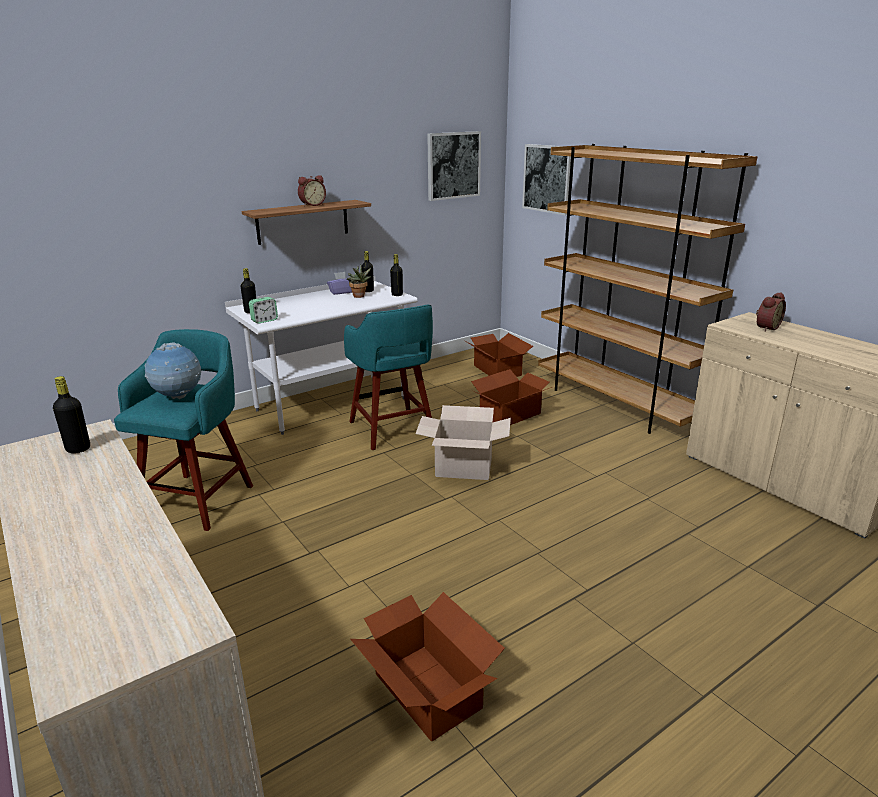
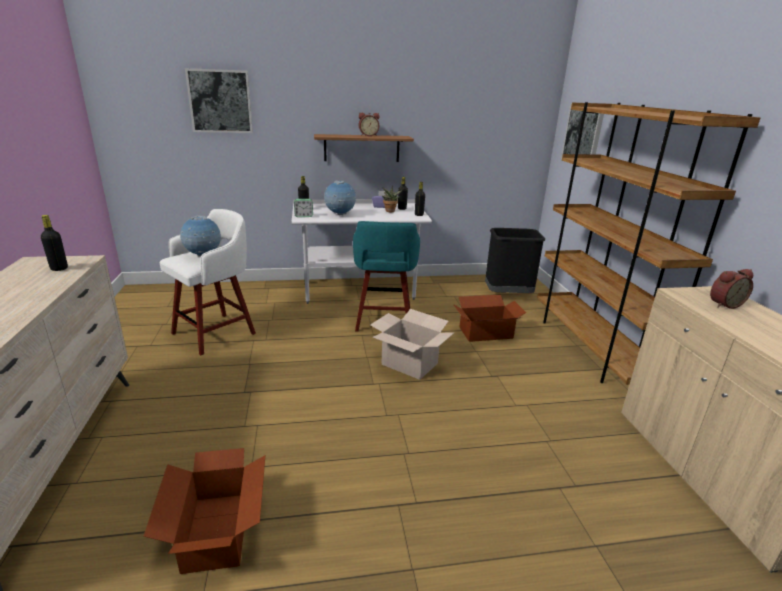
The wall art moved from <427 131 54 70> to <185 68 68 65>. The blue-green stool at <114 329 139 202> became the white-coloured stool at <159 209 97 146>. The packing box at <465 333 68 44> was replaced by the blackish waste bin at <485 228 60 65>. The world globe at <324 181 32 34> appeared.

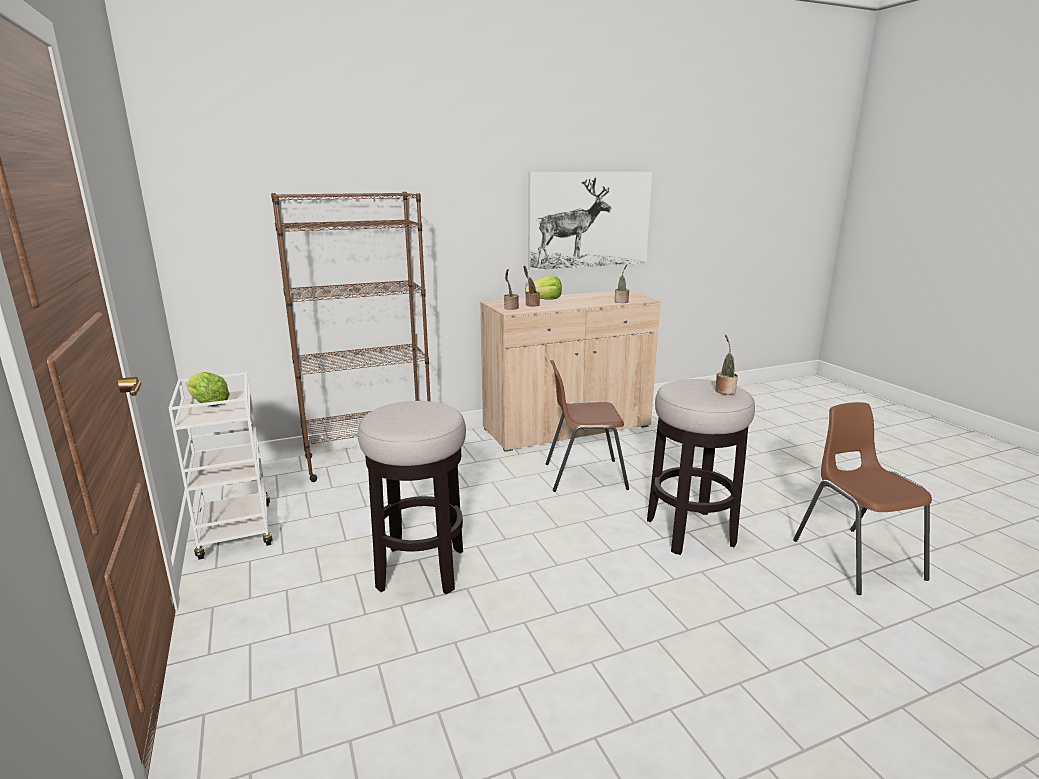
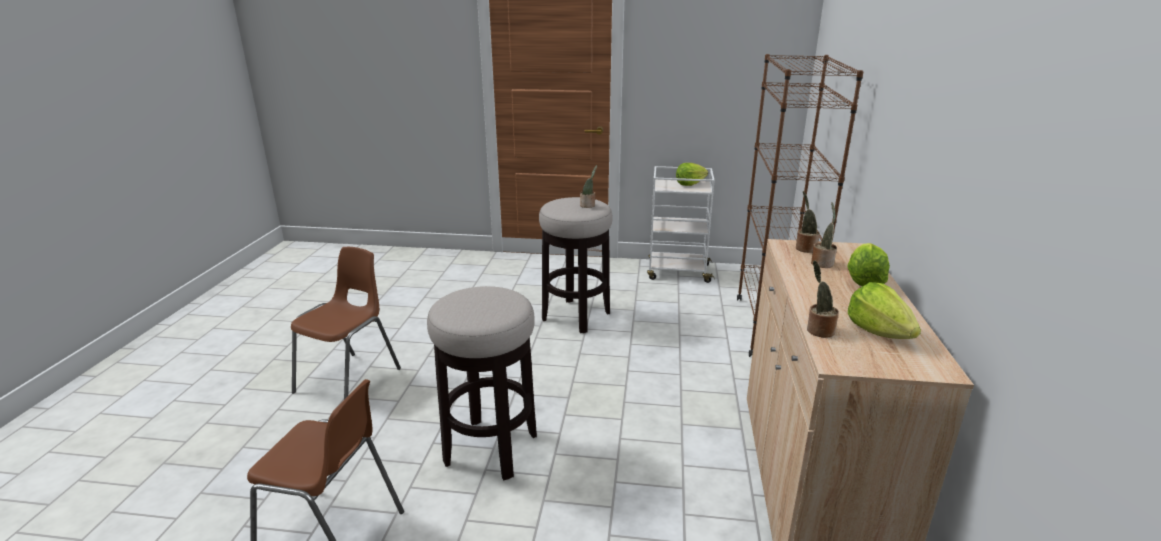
The wall art at <528 172 124 99> disappeared. The potted plant moved from <715 335 23 60> to <580 165 17 43>. The brown upright chair moved from <546 360 83 132> to <291 247 110 152>. The lettuce head at <848 282 73 57> appeared.

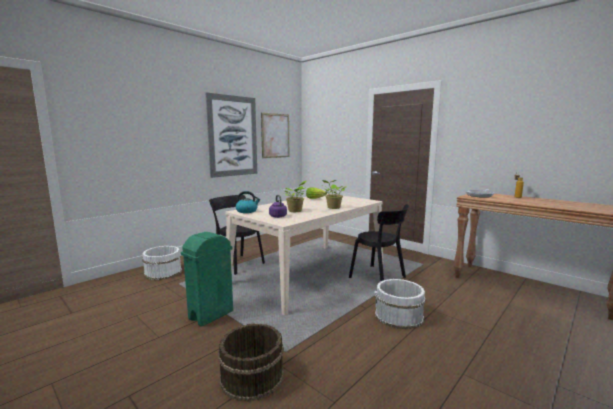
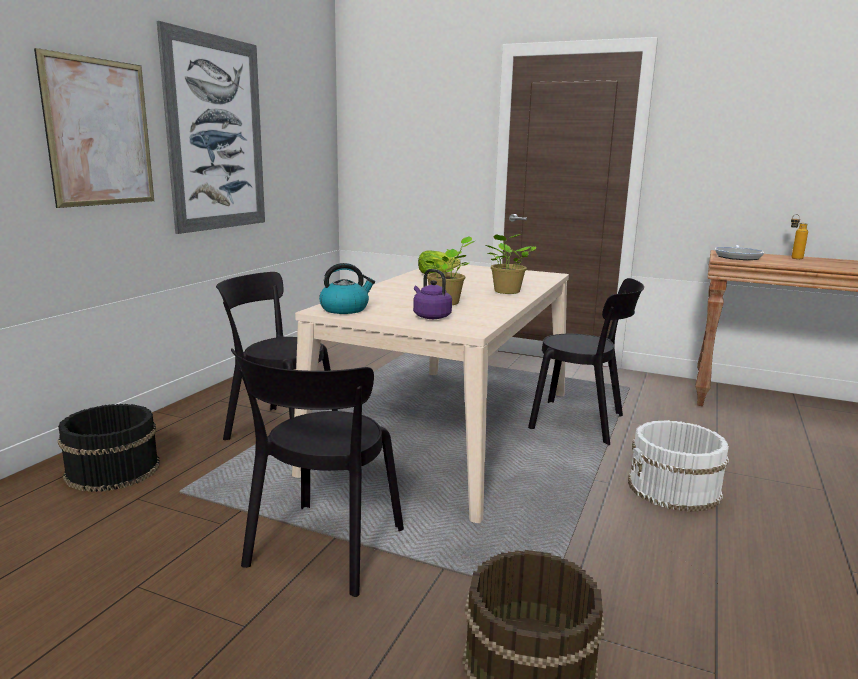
The wall art moved from <261 113 28 45> to <34 48 120 160>. The green-coloured waste bin at <181 232 52 95> was replaced by the blackish upright chair at <231 348 173 249>. The white-coloured water bucket at <142 246 40 34> became the blackish water bucket at <58 404 101 88>.

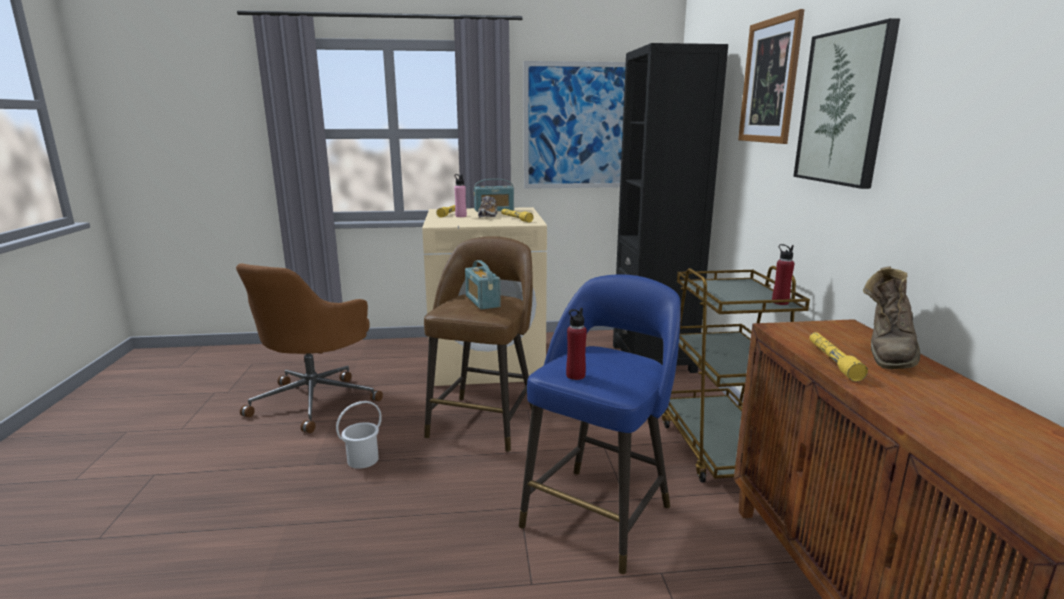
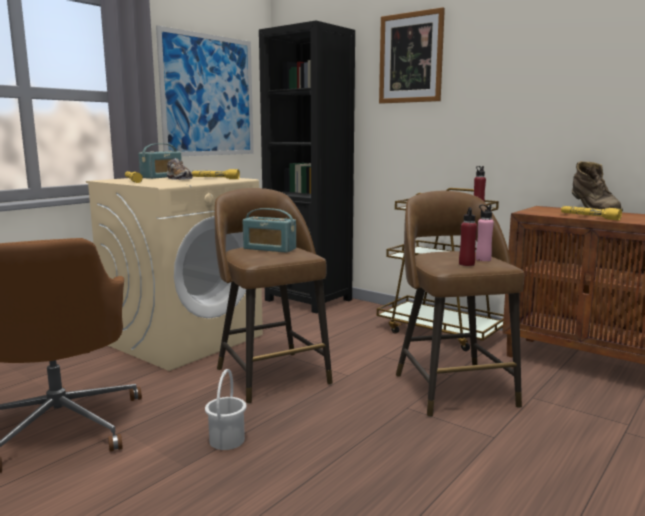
The wall art at <793 18 107 171> disappeared. The pink-coloured bottle moved from <454 174 13 43> to <476 205 18 56>. The bluish stool at <519 274 162 300> became the brown stool at <396 191 128 226>.

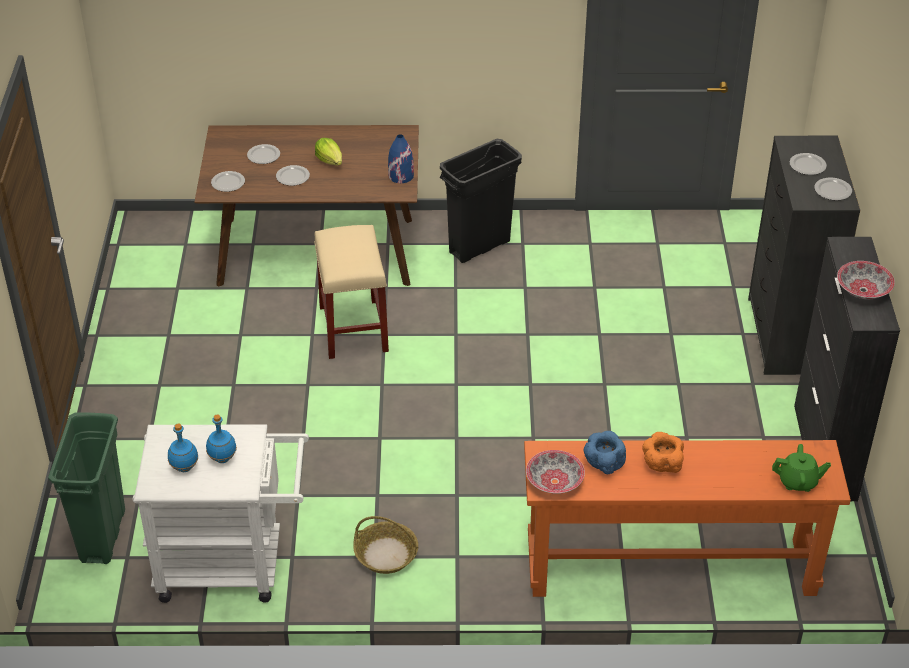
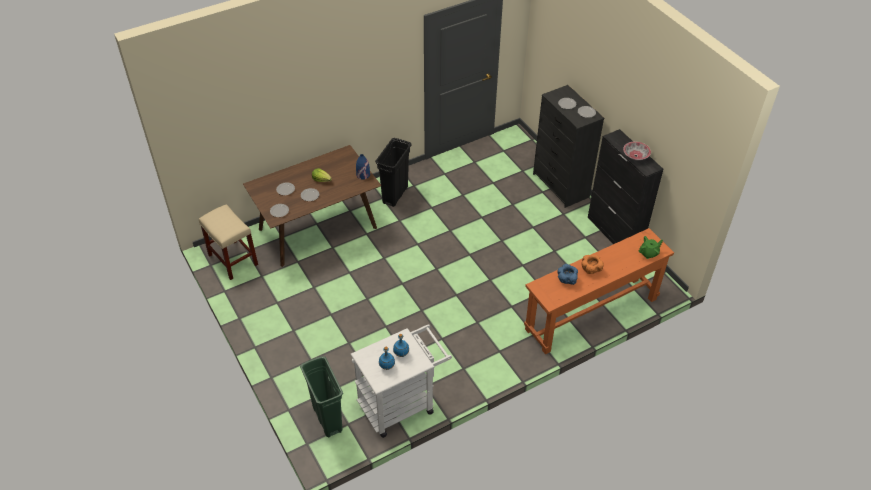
The sand-coloured stool moved from <314 225 75 134> to <199 204 59 76>. The serving bowl at <526 450 59 44> disappeared. The household basket at <354 516 64 58> disappeared.

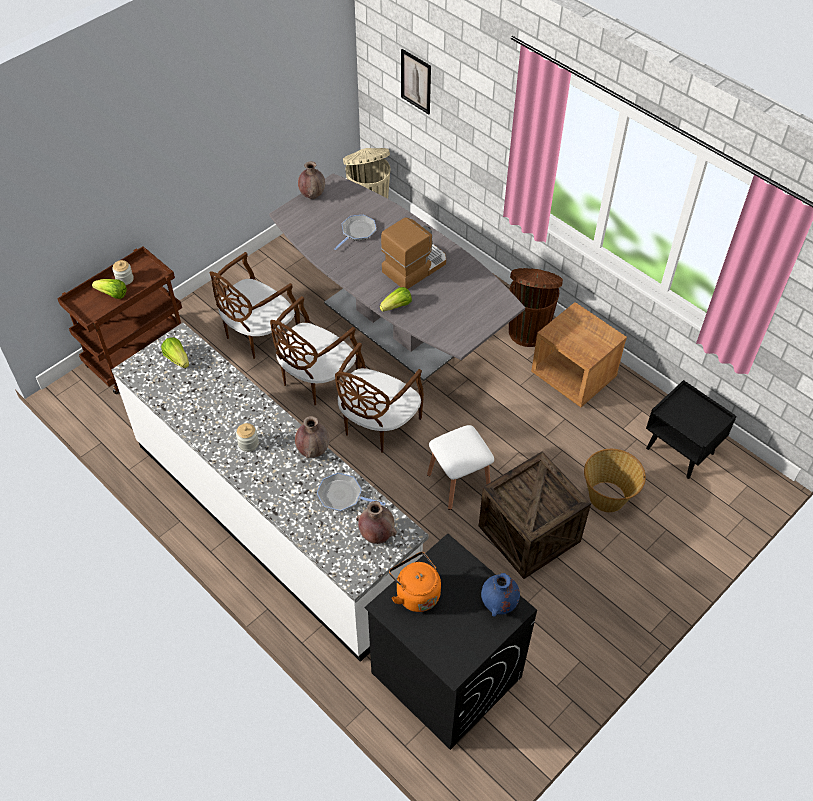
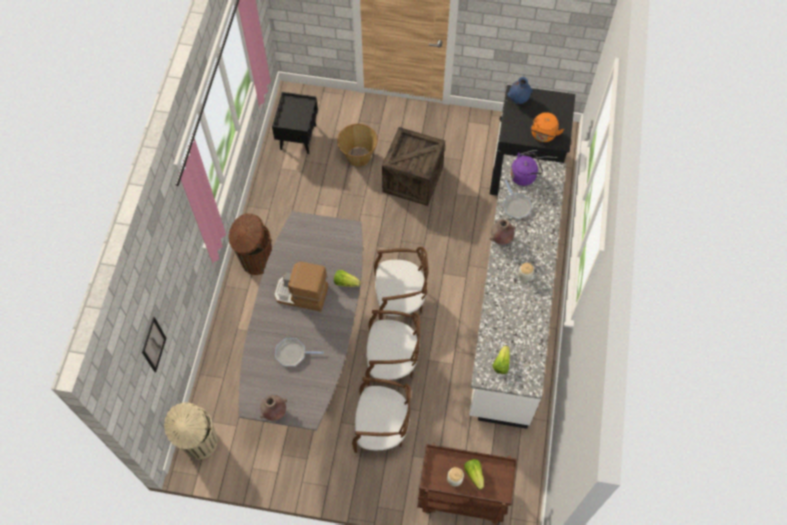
The brown nightstand at <531 302 96 105> disappeared. The white-coloured stool at <427 425 67 85> disappeared. The brown flower vase at <356 501 41 43> was replaced by the purple-coloured tea kettle at <510 152 33 34>.

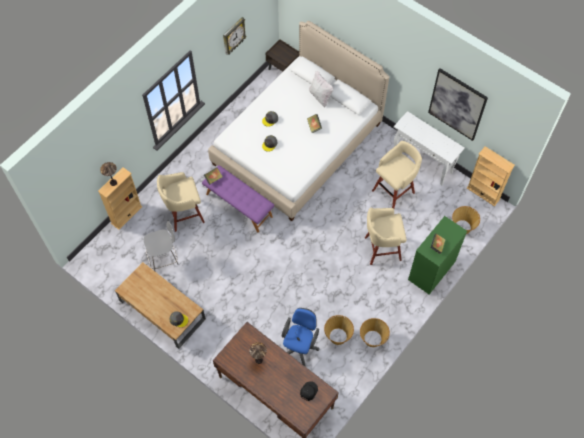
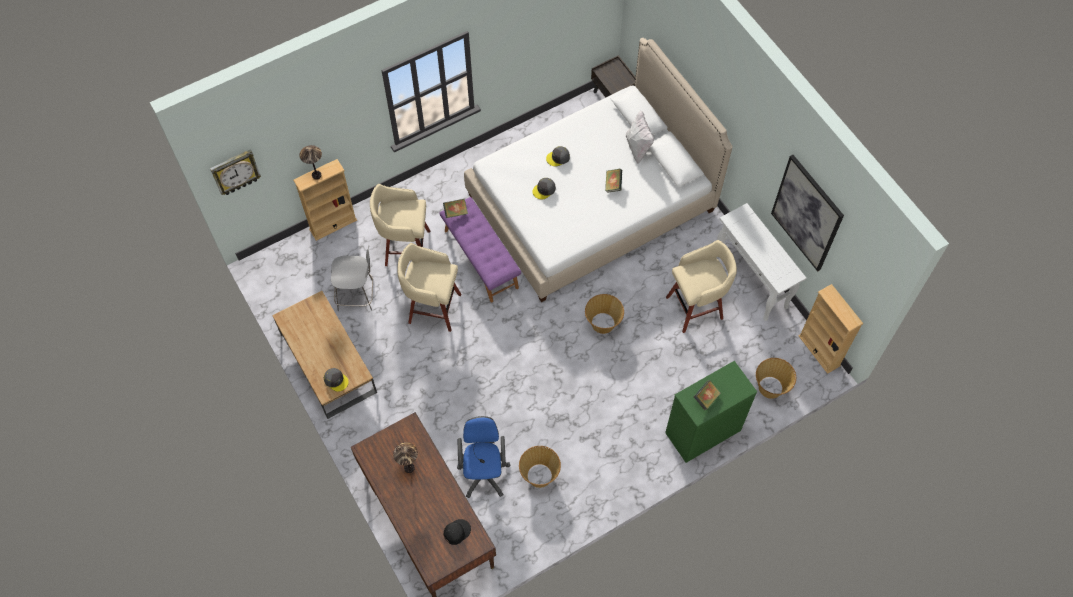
The hanging clock moved from <223 17 23 38> to <210 150 51 45>. The sand-coloured stool moved from <365 208 42 57> to <397 243 64 89>. The bluish desk chair at <282 308 37 59> turned 45 degrees counterclockwise. The household basket moved from <360 318 30 29> to <585 294 39 40>.

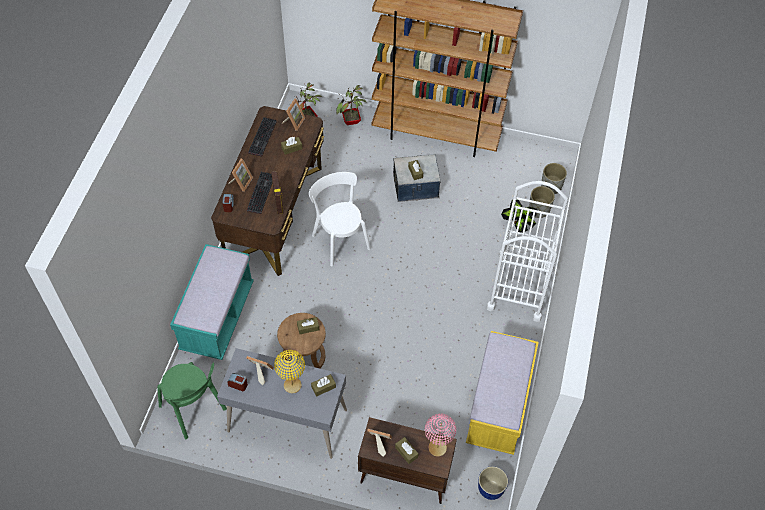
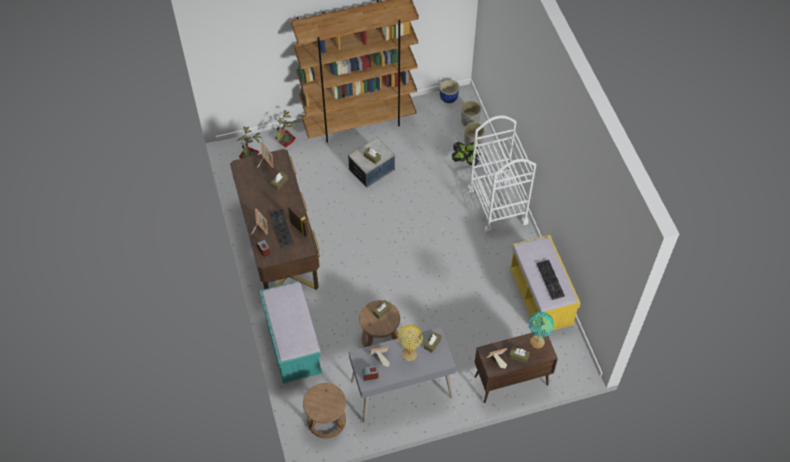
The keyboard moved from <248 117 29 40> to <537 260 28 40>. The white-coloured upright chair at <309 172 62 94> disappeared. The green-coloured upright chair at <157 362 70 77> was replaced by the brown stool at <303 383 43 55>. The pink-coloured lamp for a table at <425 414 31 42> became the blue-green lamp for a table at <529 312 25 37>. The flower pot moved from <478 466 30 34> to <439 80 20 23>.

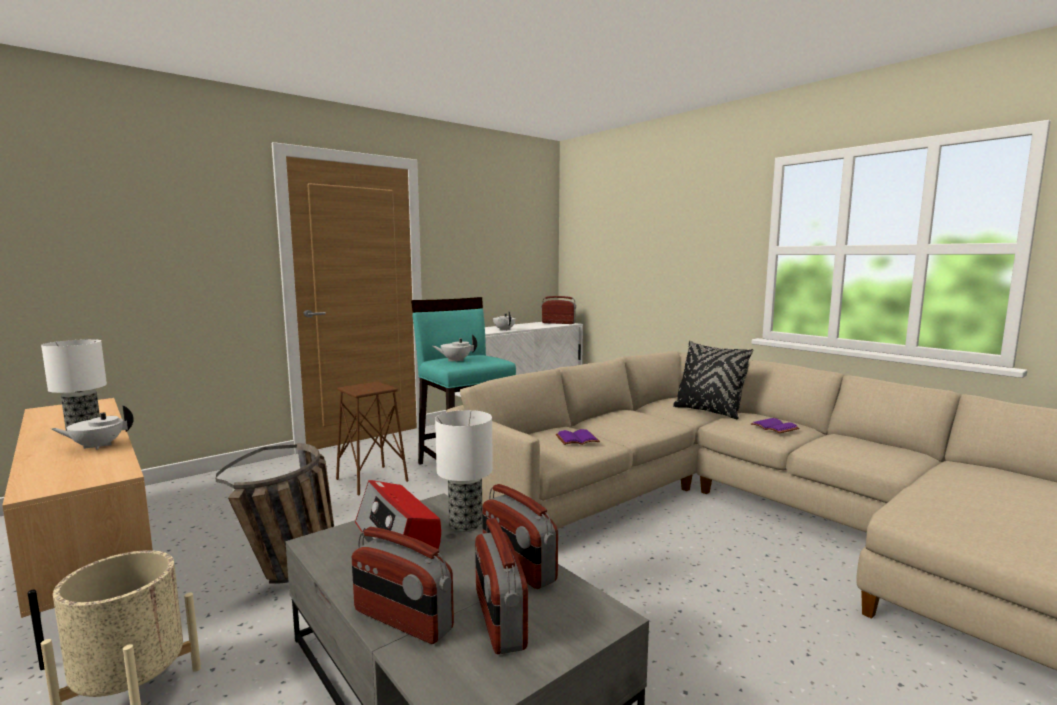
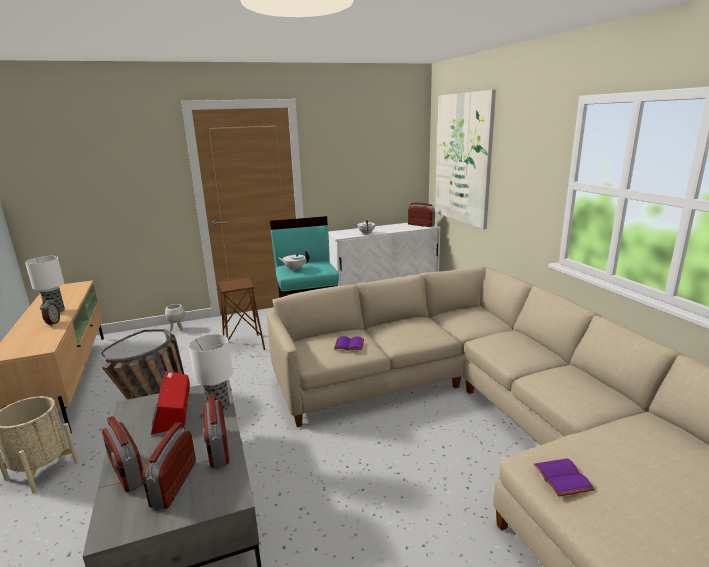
The blackish cushion at <673 340 81 79> disappeared. The white-coloured teapot at <51 405 83 45> was replaced by the table clock at <40 298 20 28>. The purple-coloured volume moved from <751 418 49 15> to <534 458 61 38>. The wall art at <435 90 61 139> appeared. The white-coloured flower pot at <165 304 20 27> appeared.

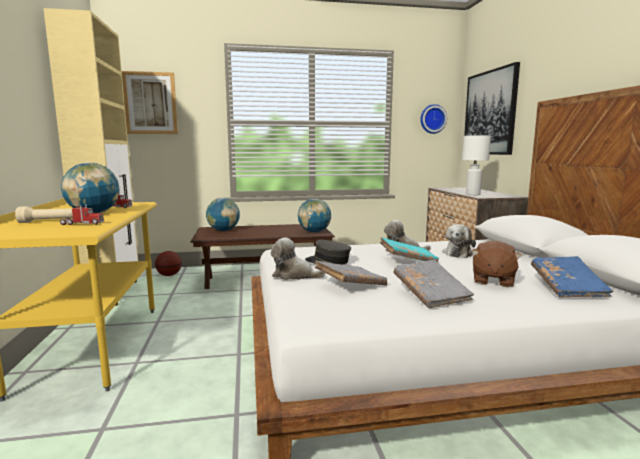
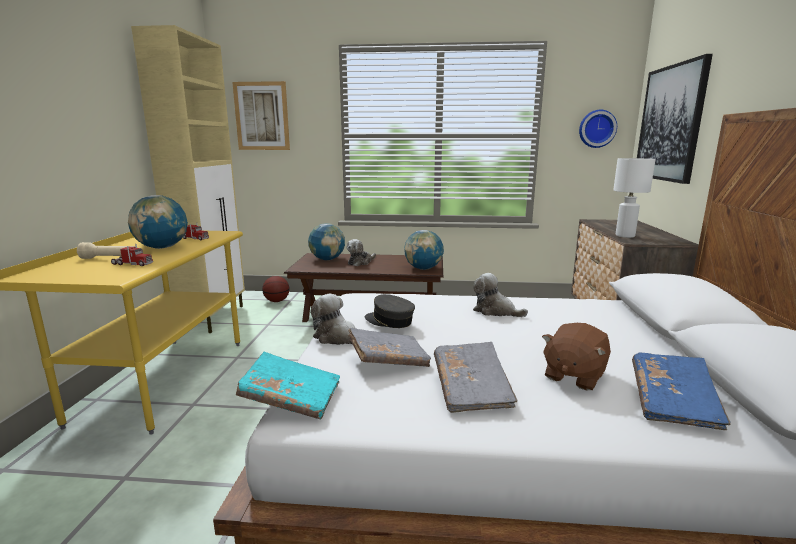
The cuddly toy moved from <442 224 34 34> to <347 239 29 27>. The blue-green volume moved from <380 237 59 25> to <236 352 104 67>.

